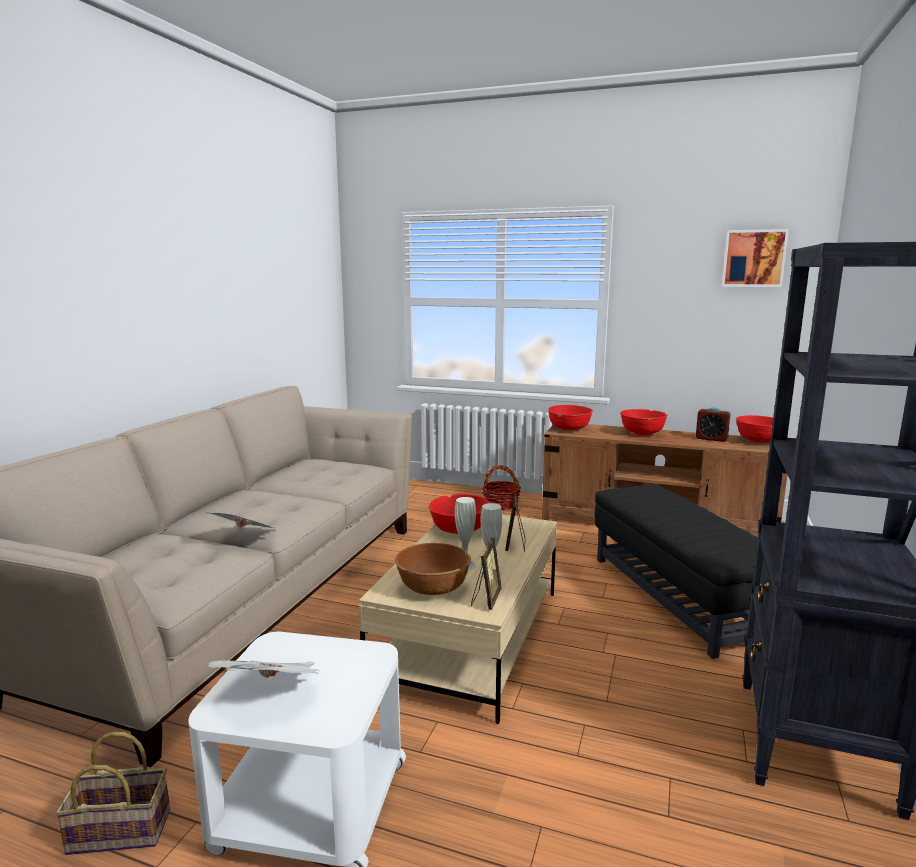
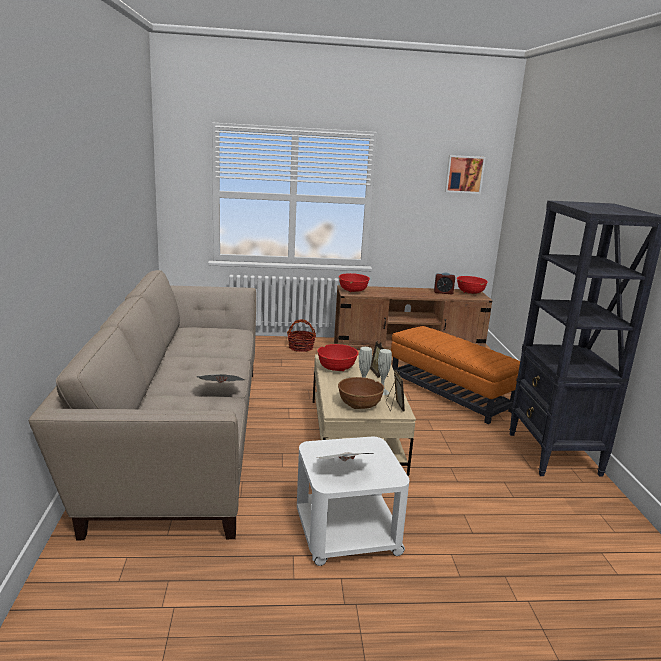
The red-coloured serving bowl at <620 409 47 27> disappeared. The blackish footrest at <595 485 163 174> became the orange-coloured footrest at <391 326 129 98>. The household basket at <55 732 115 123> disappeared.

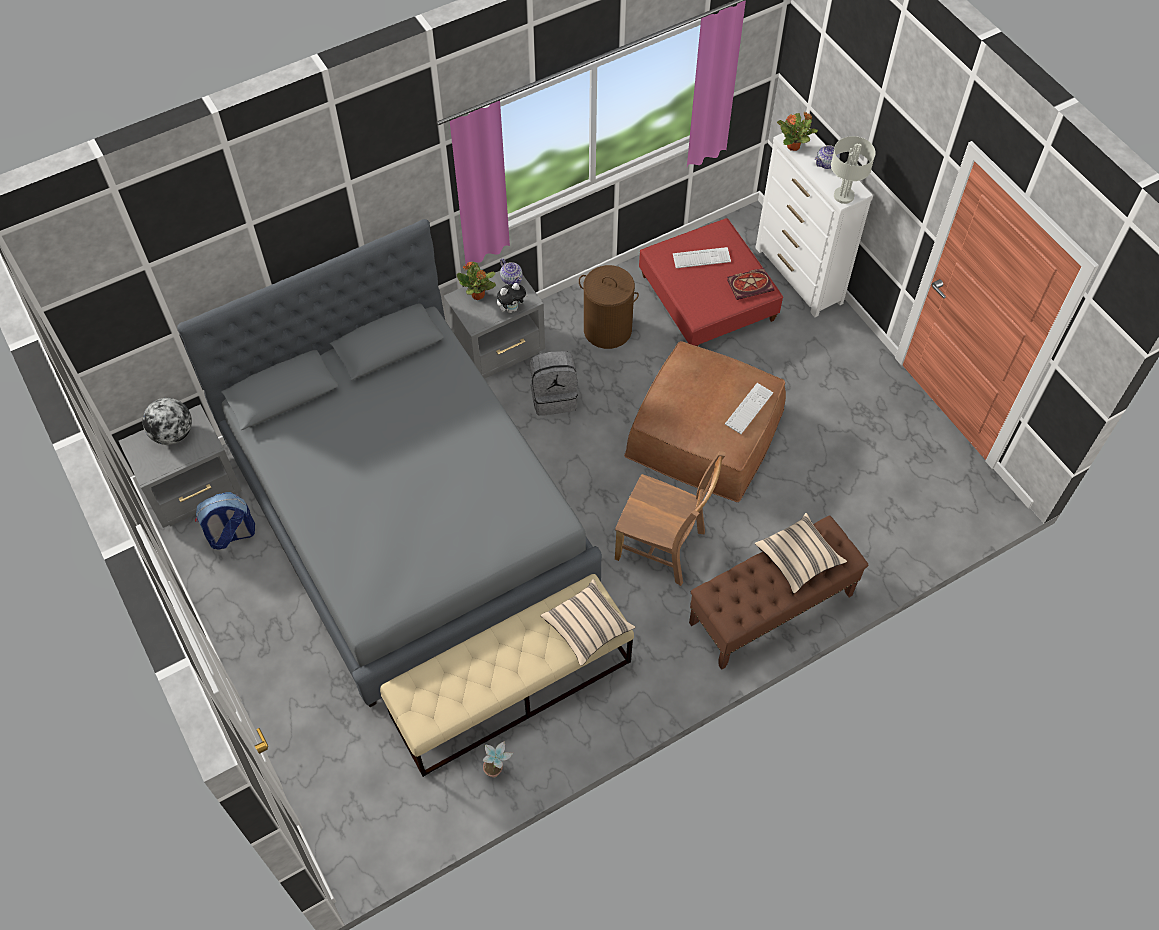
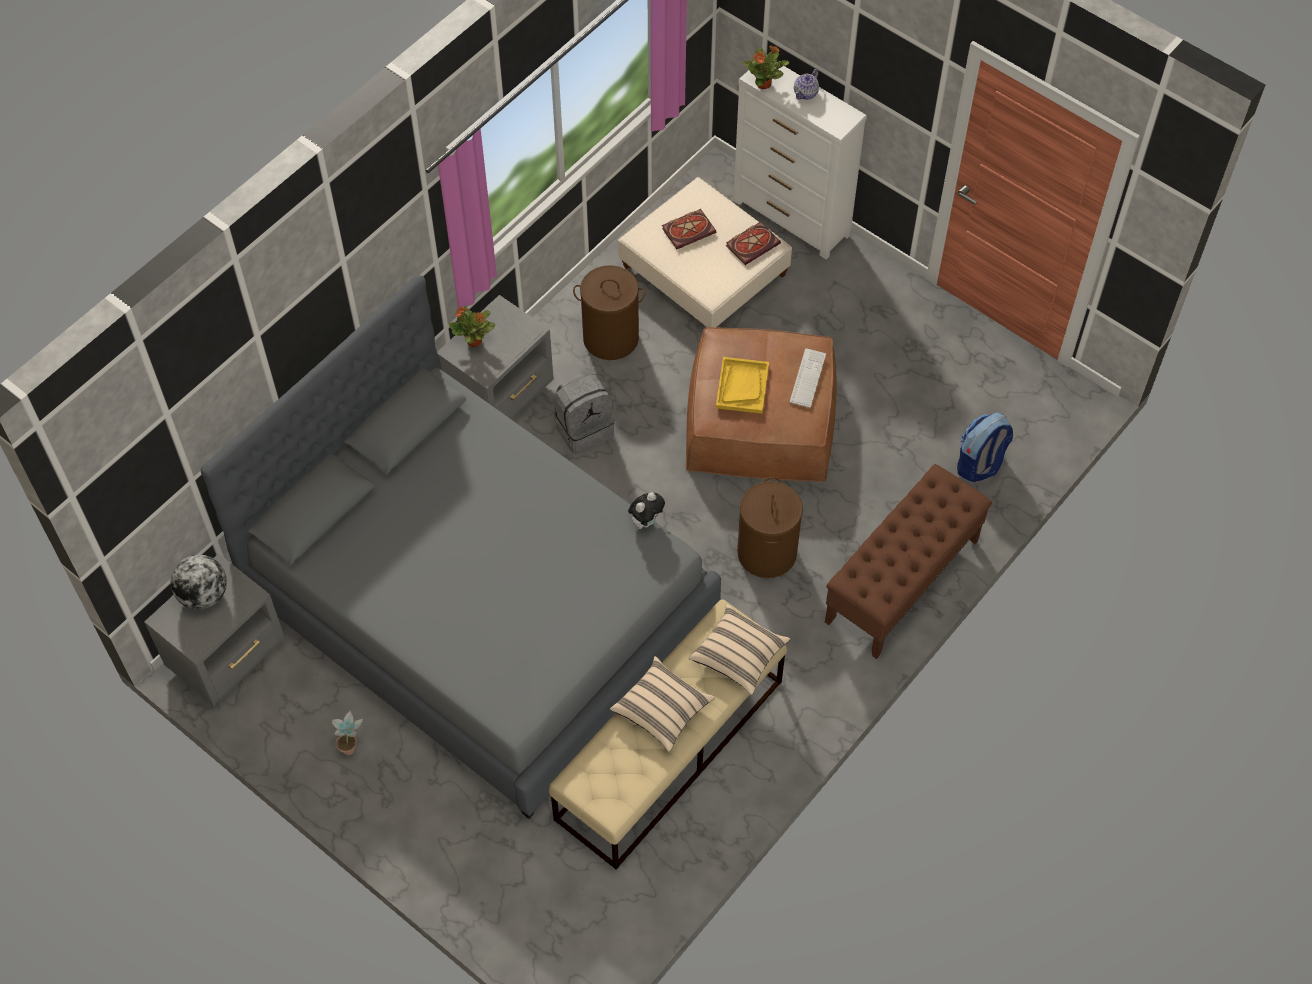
The greyish lamp for a table at <831 136 45 68> disappeared. The red-coloured footrest at <639 218 144 128> became the sand-coloured footrest at <618 177 174 151>. The keyboard at <673 247 58 21> was replaced by the volume at <662 209 54 40>. The teapot at <500 258 22 26> disappeared. The cuddly toy moved from <497 283 31 30> to <628 492 37 37>. The brown upright chair at <615 451 111 135> was replaced by the brown laundry basket at <737 477 66 101>. The knapsack moved from <195 492 60 58> to <957 412 56 70>. The sand-coloured cushion moved from <755 513 92 80> to <610 656 105 96>. The potted plant moved from <483 741 30 37> to <331 710 32 45>. The yellow carrying tray at <716 357 53 57> appeared.

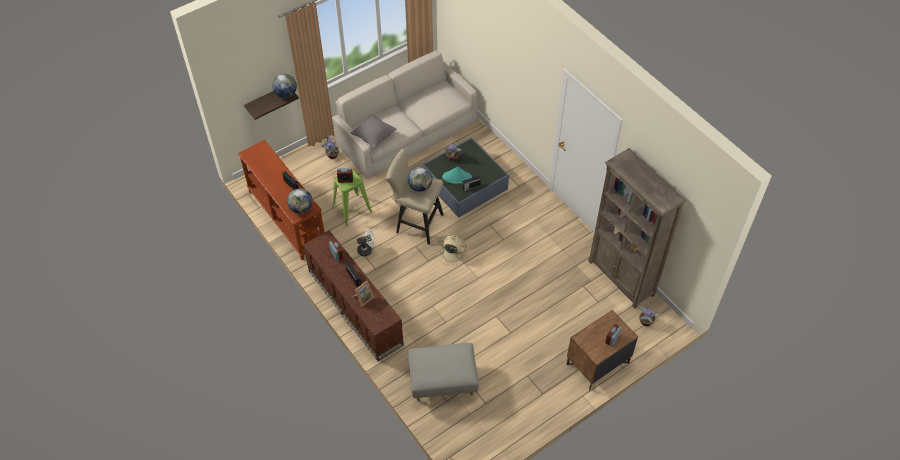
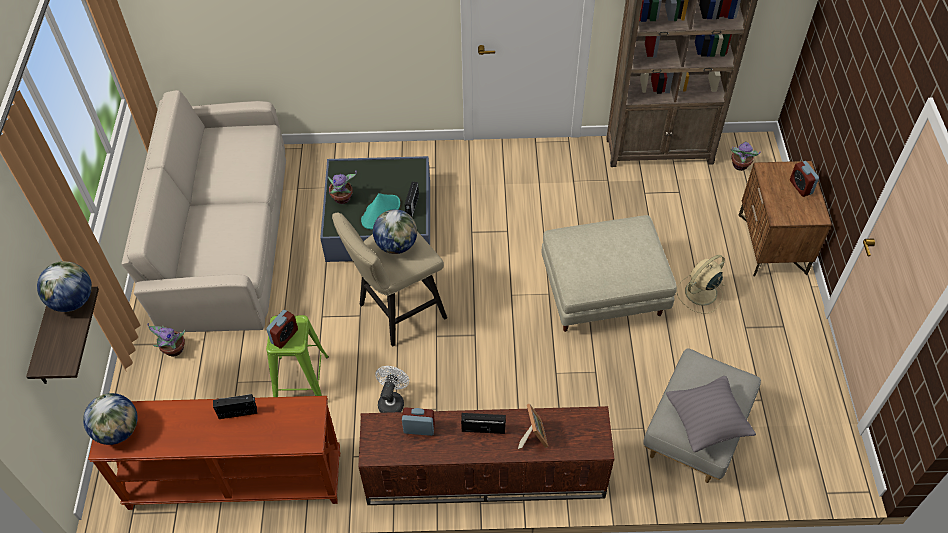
The greyish cushion moved from <351 114 45 34> to <666 376 90 76>. The world globe moved from <287 188 26 26> to <83 393 55 52>. The sand-coloured fan moved from <438 234 29 31> to <677 255 48 58>. The sand-coloured footrest at <542 215 135 117> appeared.

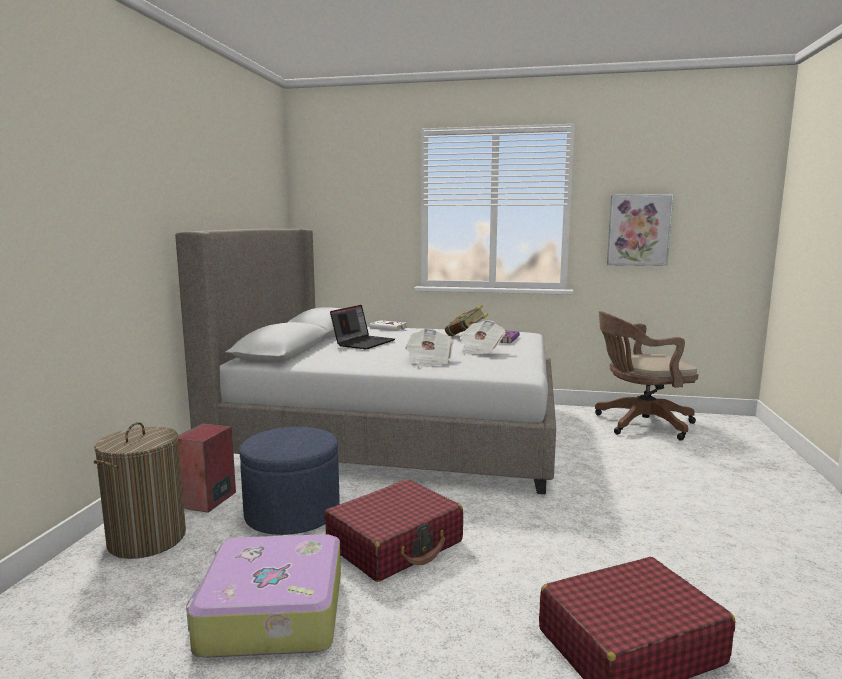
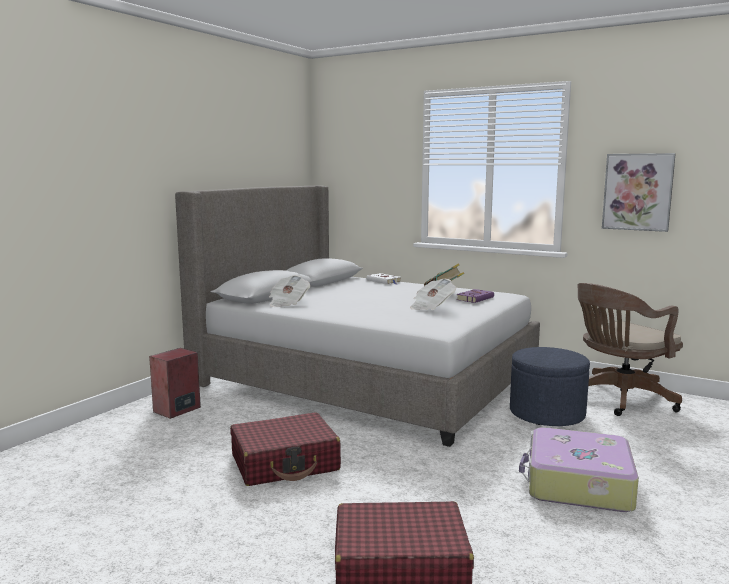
The portable computer at <330 305 65 44> disappeared. The brown desk chair at <595 311 103 130> turned 45 degrees counterclockwise. The newspaper moved from <405 329 49 39> to <269 275 41 32>. The laundry basket at <94 422 92 137> disappeared. The bluish footrest moved from <240 427 100 108> to <510 347 80 79>. The travel case moved from <186 534 155 124> to <519 427 120 85>.

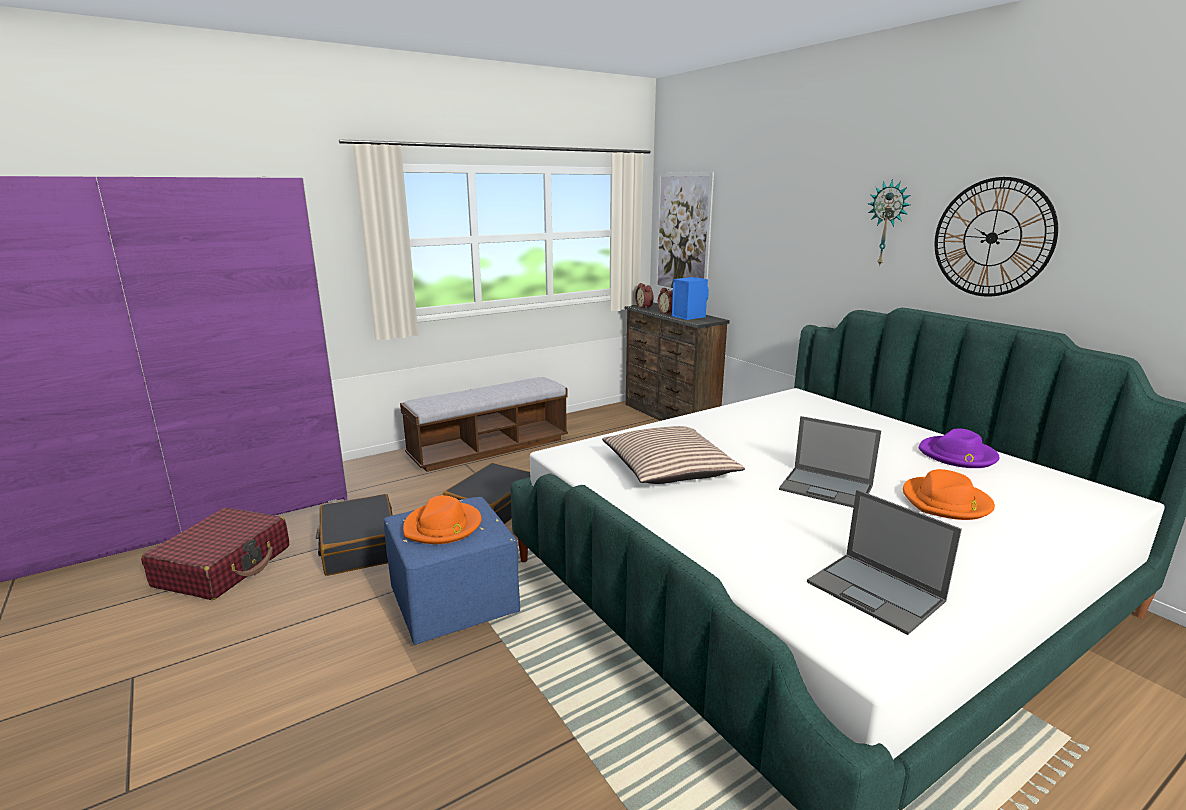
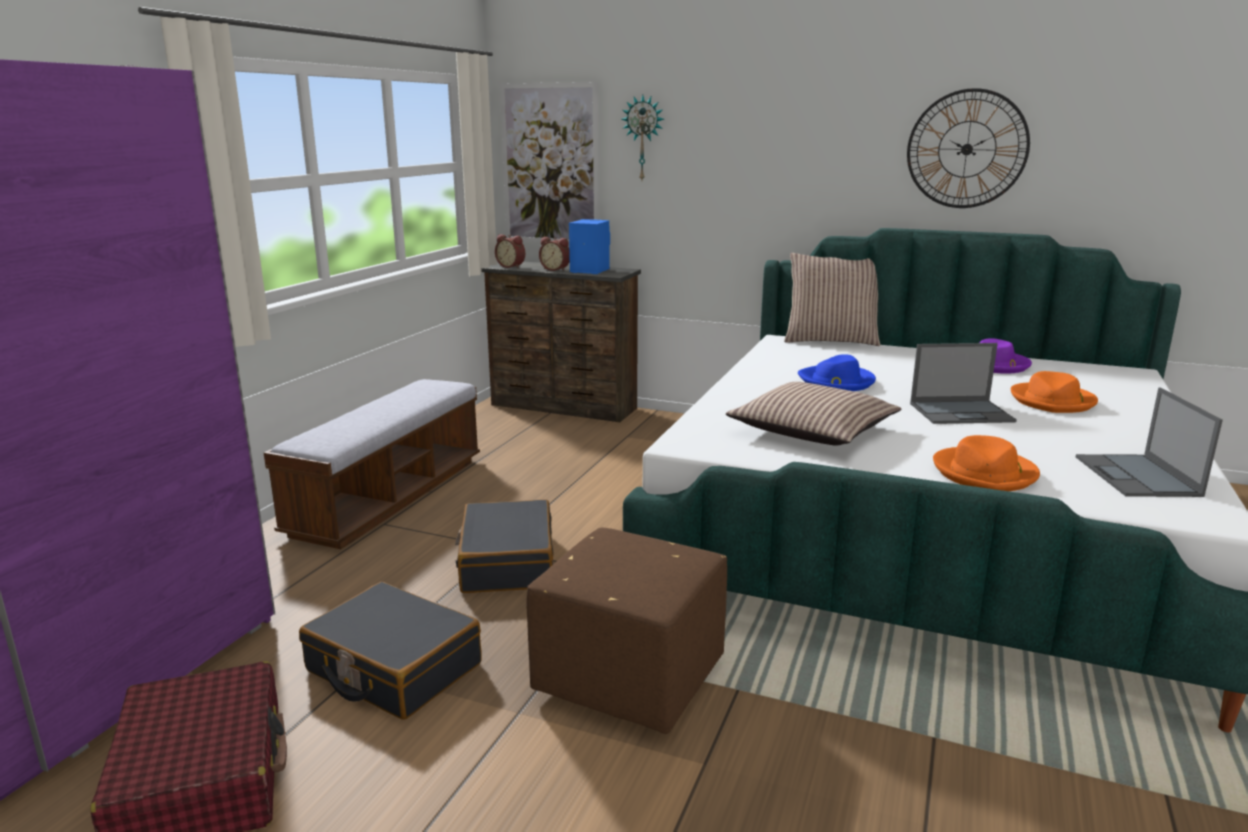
The hanging clock moved from <868 179 42 88> to <621 95 43 85>. The portable computer at <807 490 155 145> turned 75 degrees clockwise. The orange-coloured clothing hat moved from <403 495 79 49> to <933 435 107 56>. The bluish footrest at <384 497 136 148> became the brown footrest at <526 528 201 206>. The cushion at <784 253 96 93> appeared. The bluish clothing hat at <798 354 78 37> appeared.

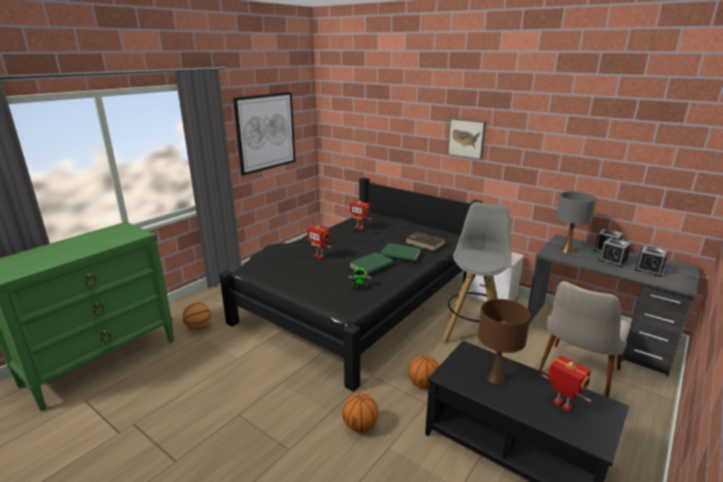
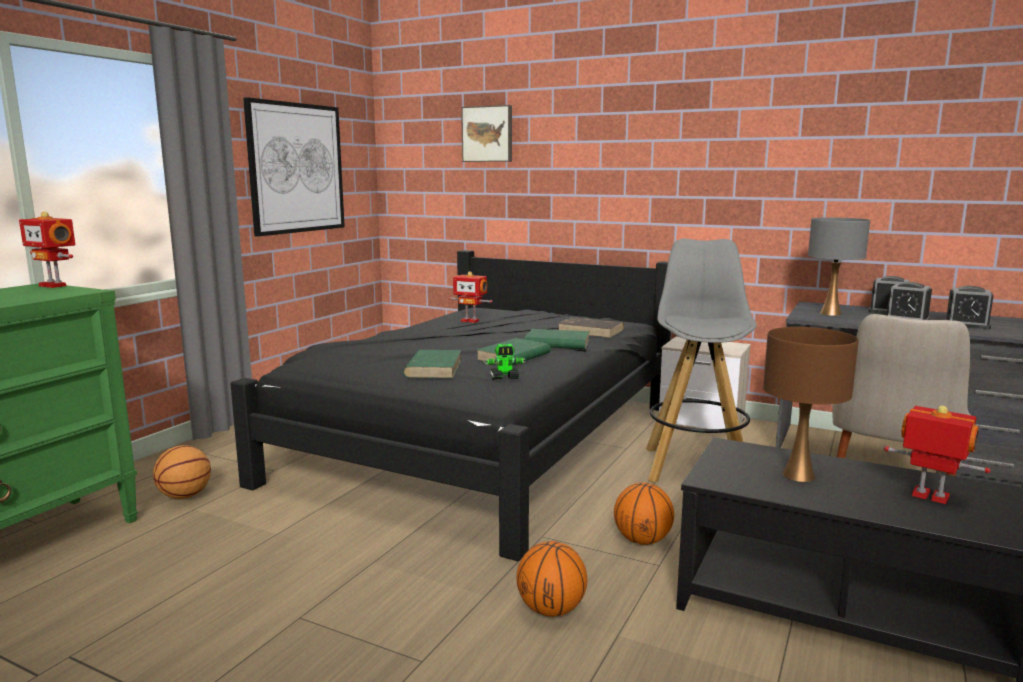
The wall art moved from <447 118 39 42> to <461 105 51 57>. The toy robot moved from <307 225 24 34> to <19 211 56 77>. The green-coloured volume at <403 350 58 28> appeared.

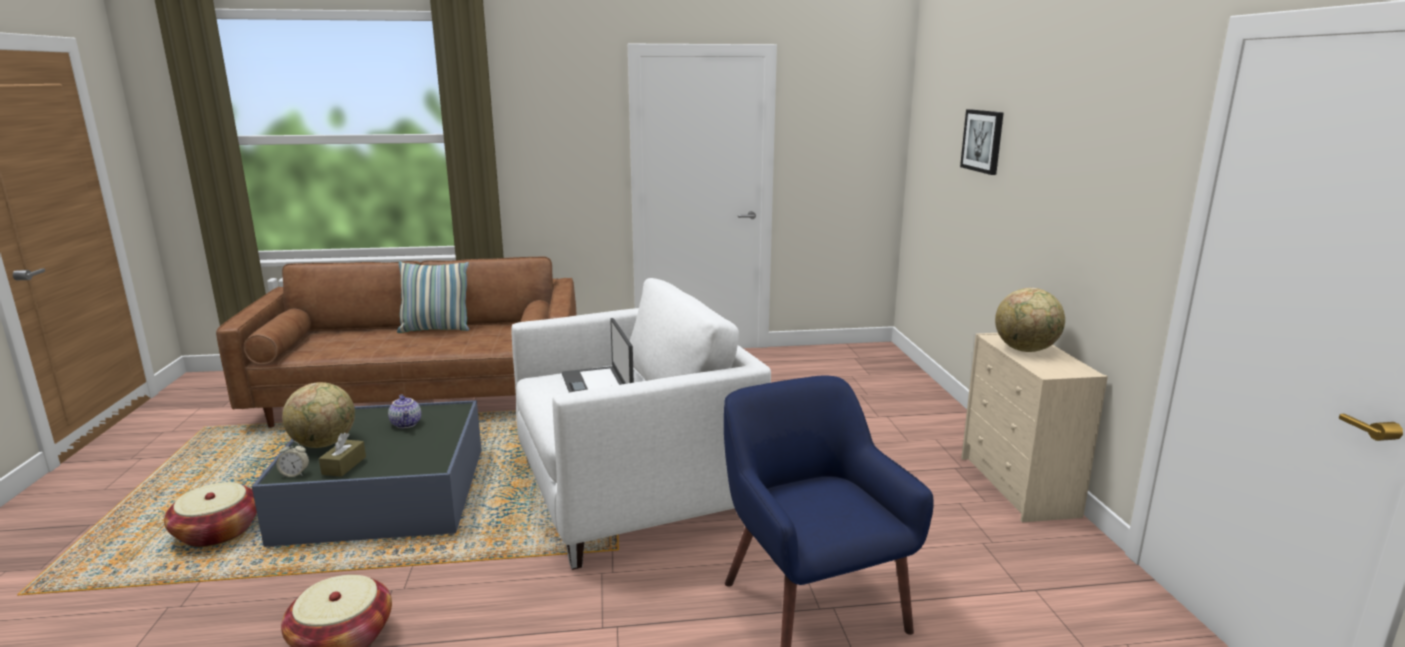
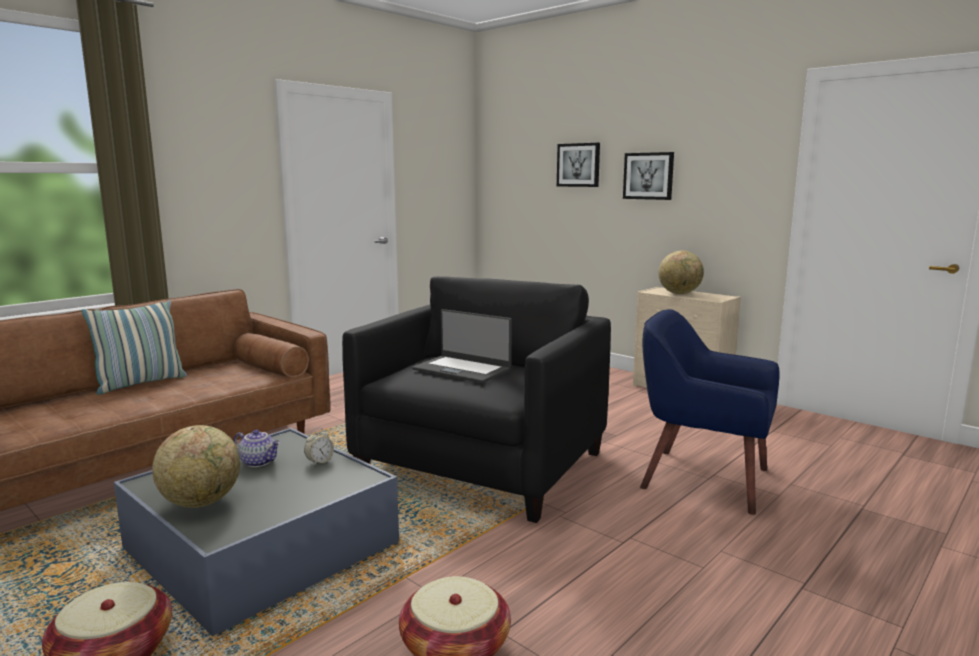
The white-coloured armchair at <512 278 259 292> became the blackish armchair at <342 276 269 247>. The brown tissue holder at <319 433 47 44> disappeared. The table clock moved from <276 441 33 36> to <304 428 30 38>. The wall art at <623 152 51 48> appeared.

